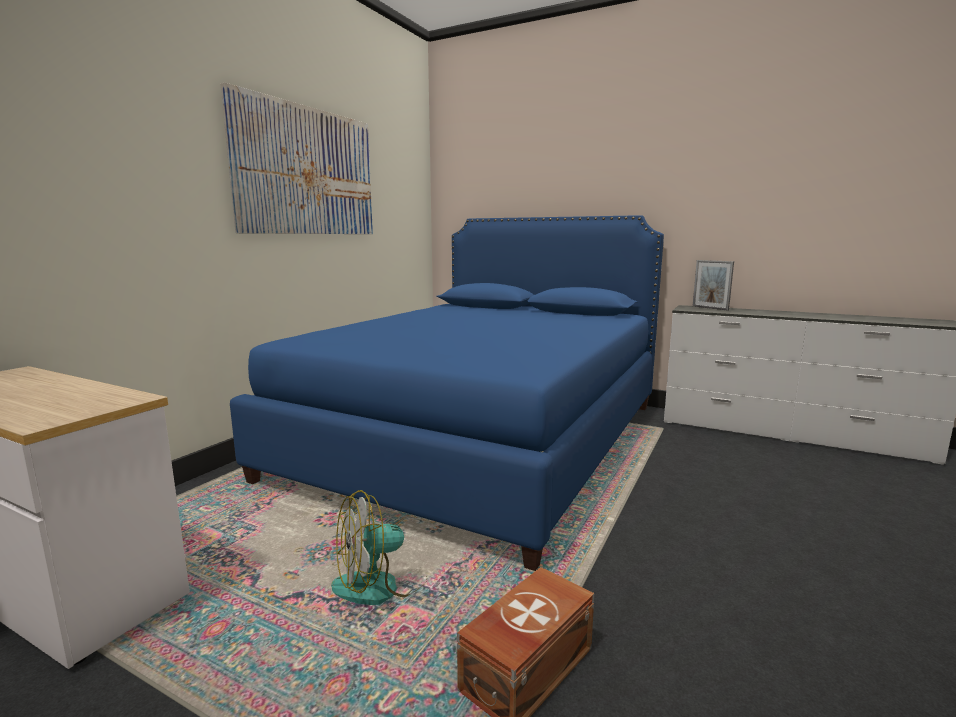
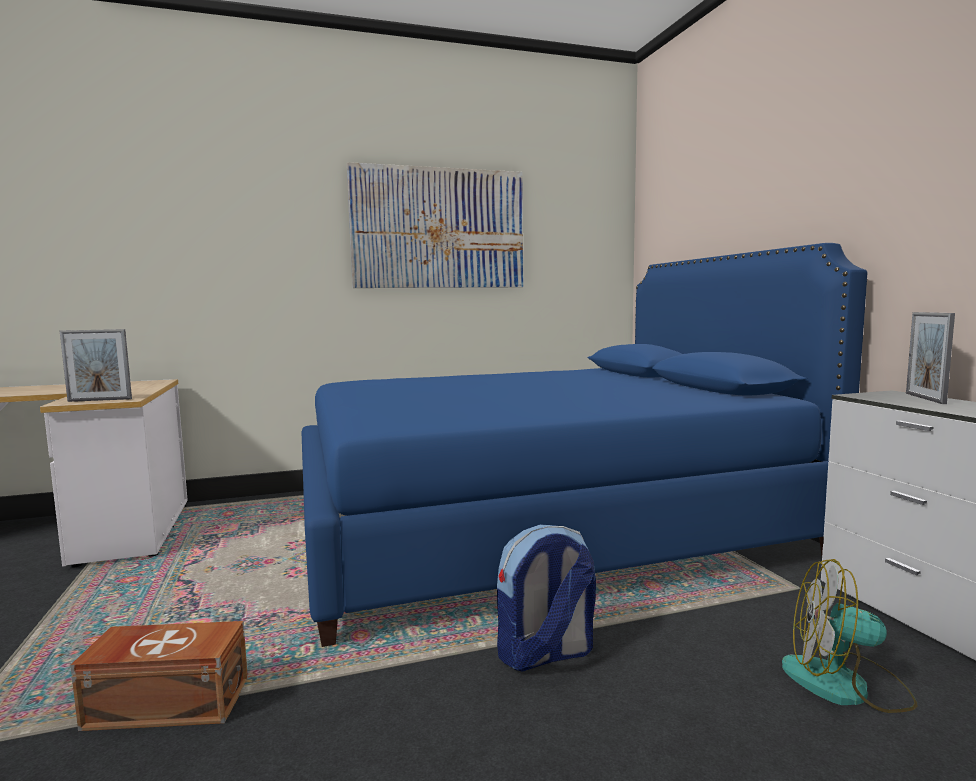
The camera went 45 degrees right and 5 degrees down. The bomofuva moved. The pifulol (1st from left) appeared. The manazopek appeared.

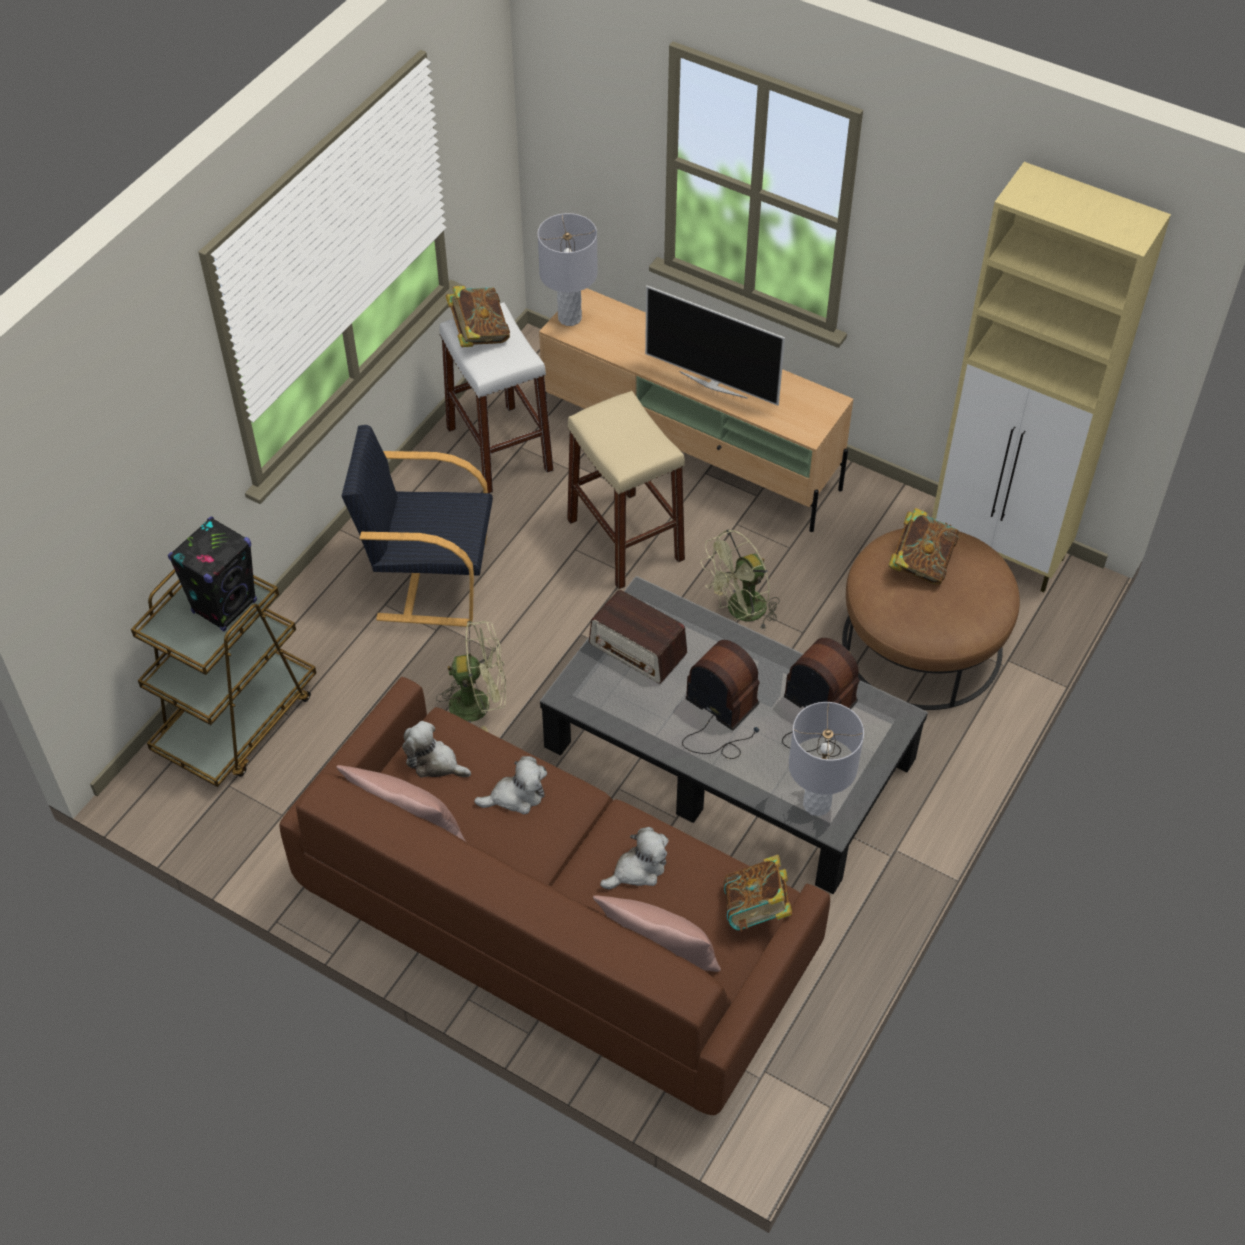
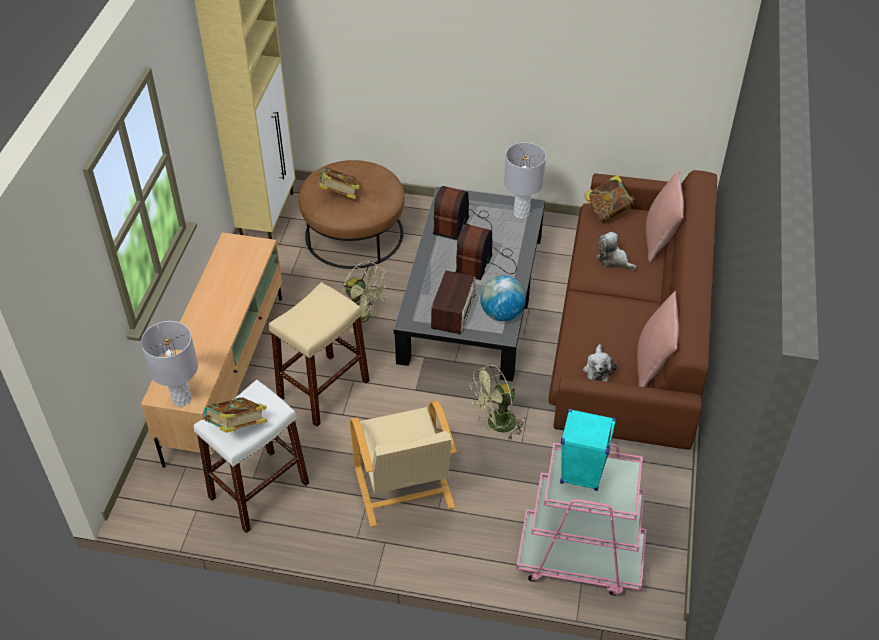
The camera went 110 degrees left and 5 degrees down. The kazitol disappeared. The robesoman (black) became the robesoman (beige). The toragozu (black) became the toragozu (turquoise). The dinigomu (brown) became the dinigomu (pink). The bomofuva (green) (1st from left in the first image) turned 90 degrees counterclockwise. The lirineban (2nd from left) disappeared. The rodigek appeared.

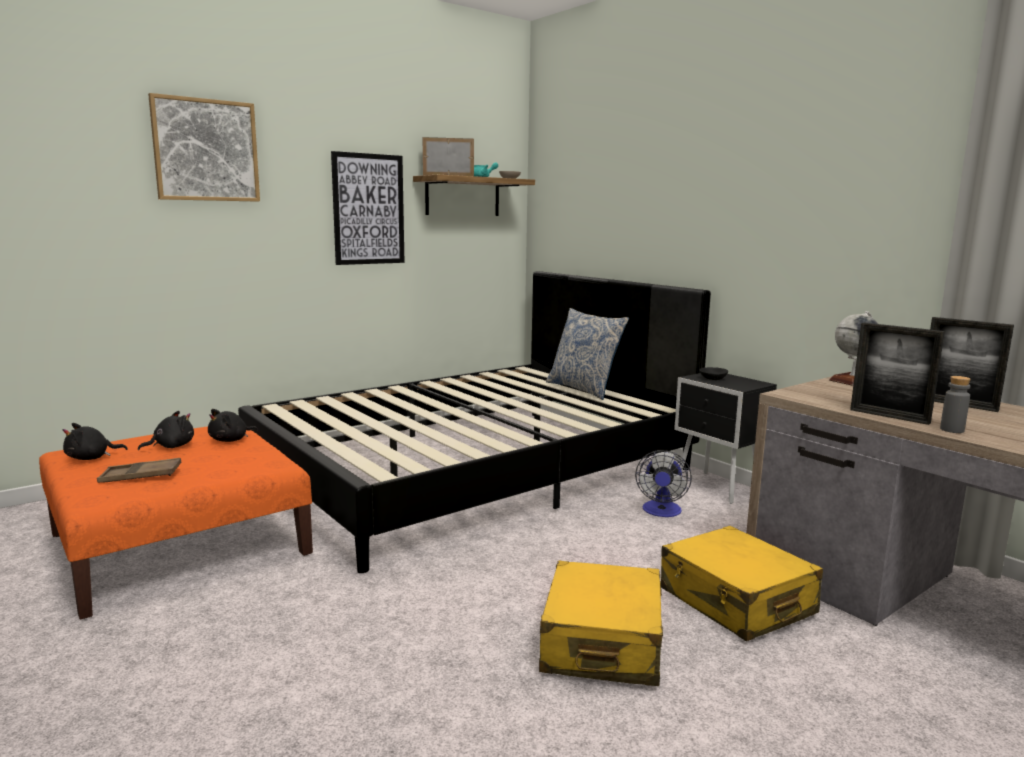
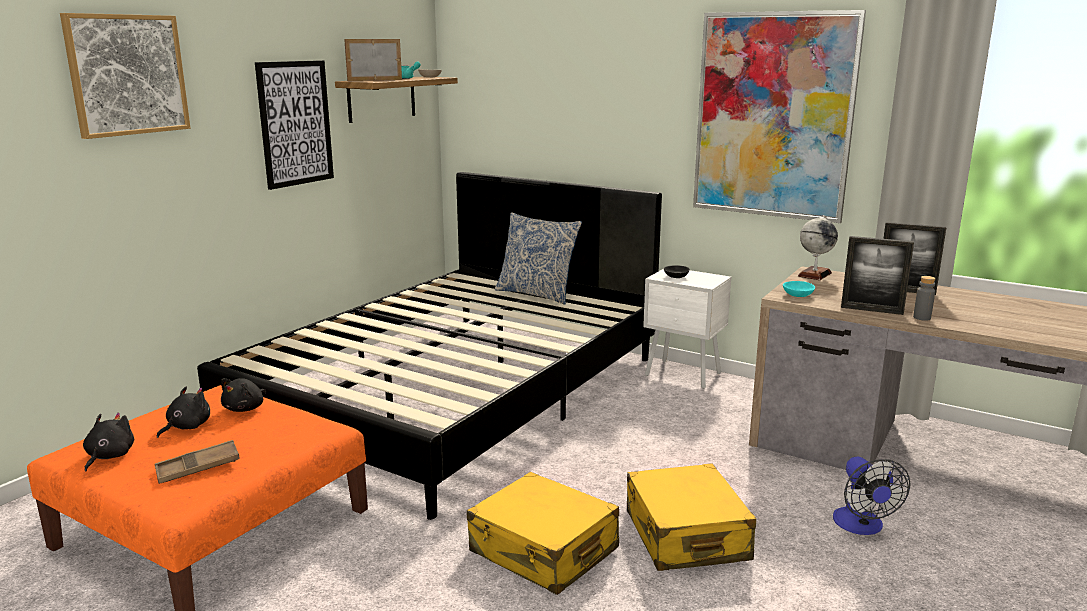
The camera went 20 degrees left and 5 degrees up. The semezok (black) became the semezok (white). The lirineban (black) (1st from left) turned 150 degrees clockwise. The bomofuva moved. The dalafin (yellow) (2nd from left in the first image) moved. The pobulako (3rd from left) appeared. The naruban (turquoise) appeared.

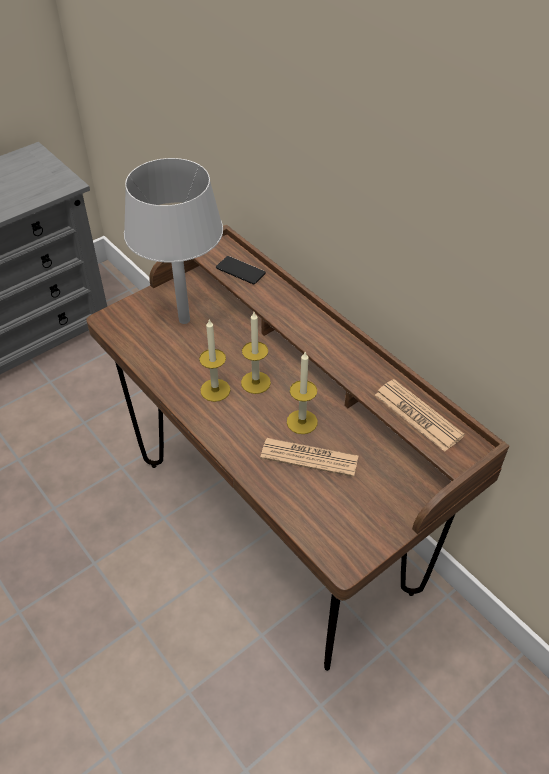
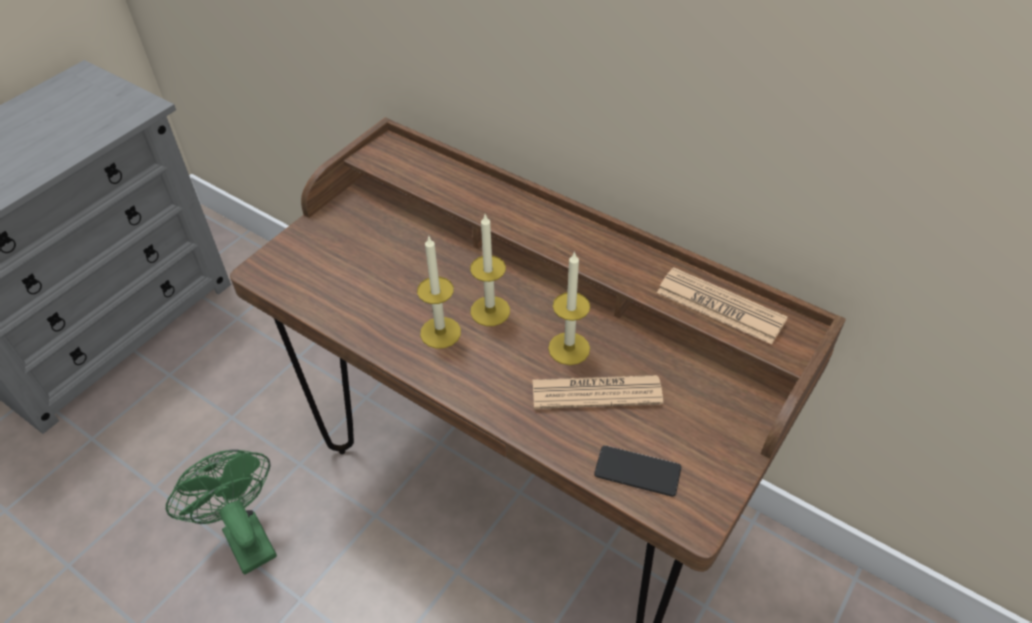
The camera went 15 degrees left and 0 degrees up. The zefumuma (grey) disappeared. The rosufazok moved. The bomofuva (green) appeared.

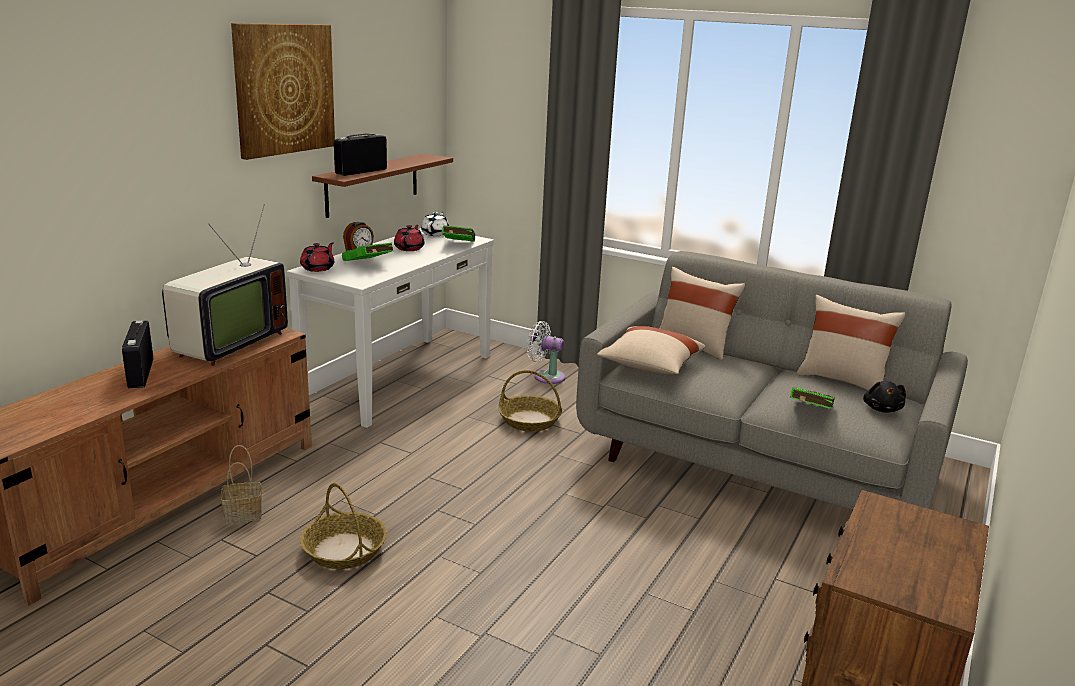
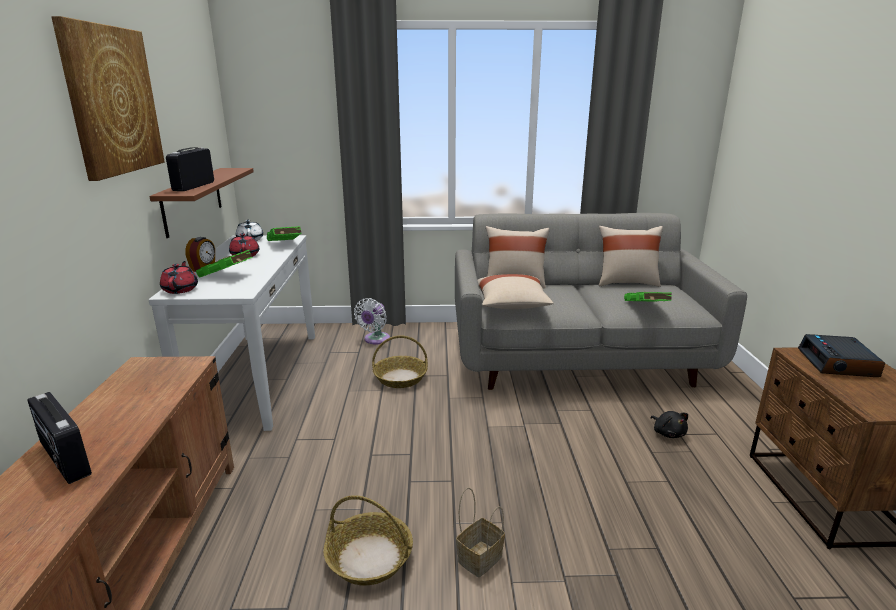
The camera went 30 degrees left and 0 degrees up. The kazitol disappeared. The bomofuva (white) turned 60 degrees counterclockwise. The lirineban (black) moved. The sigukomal (1st from left in the first image) moved. The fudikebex (2nd from left) appeared.

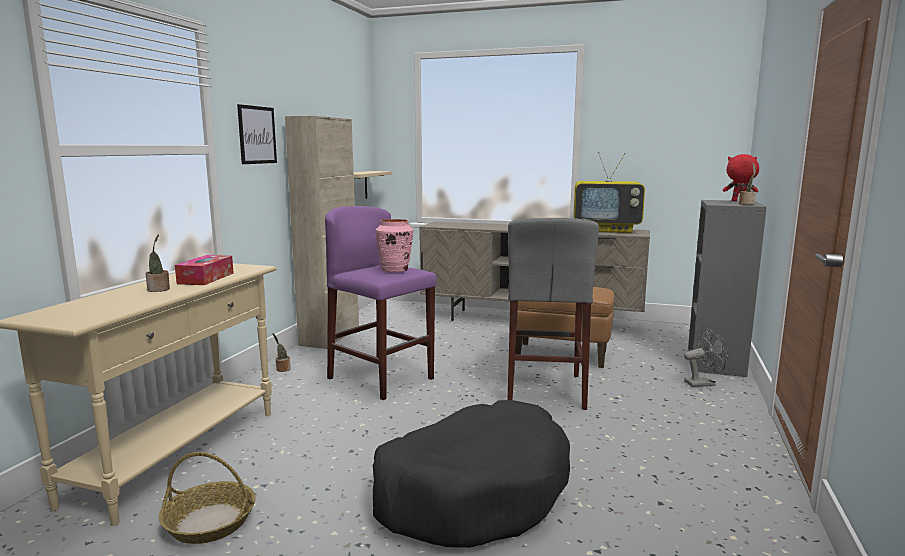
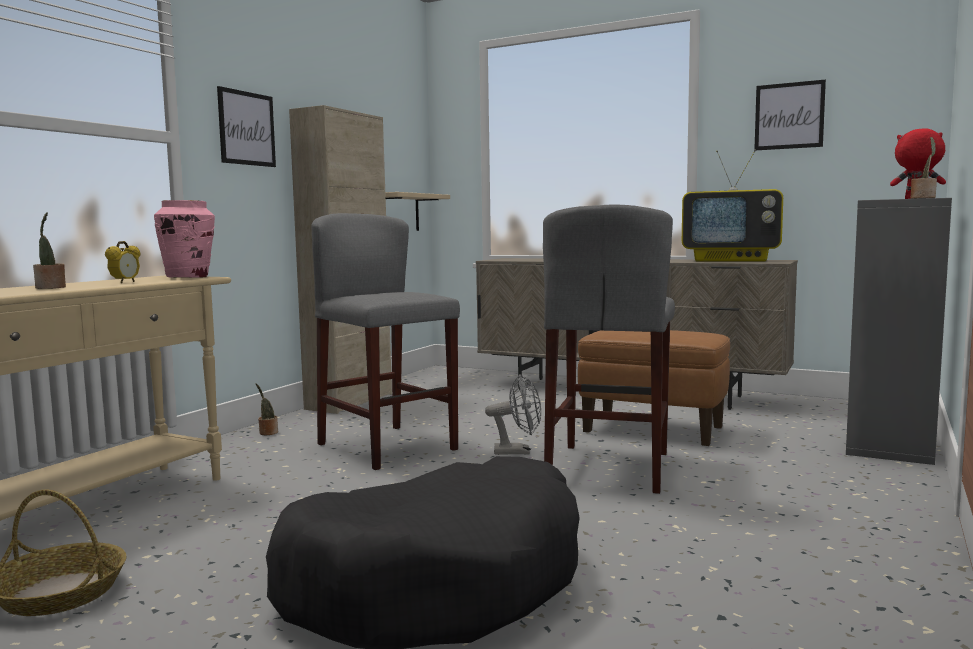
The camera went 10 degrees right and 5 degrees down. The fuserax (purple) became the fuserax (grey) (1st from left). The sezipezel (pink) moved. The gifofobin was replaced by the fudikebex. The bomofuva (grey) moved. The pobulako (2nd from left) appeared.

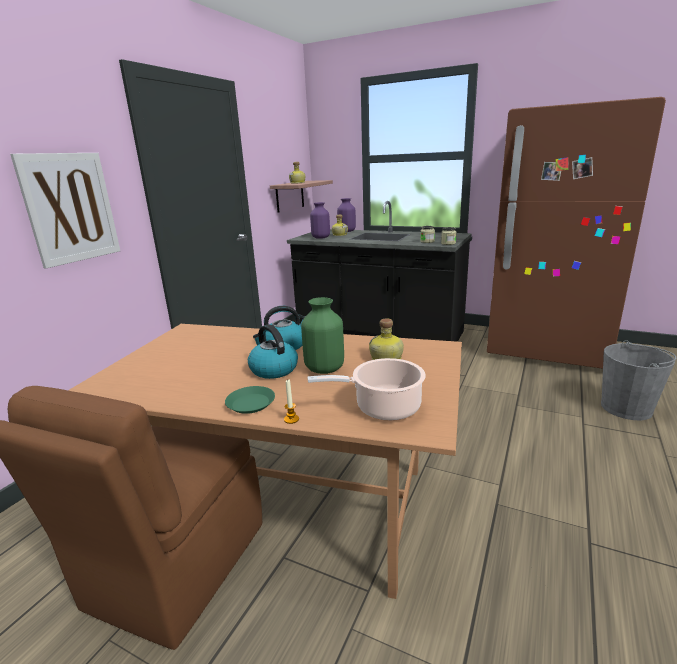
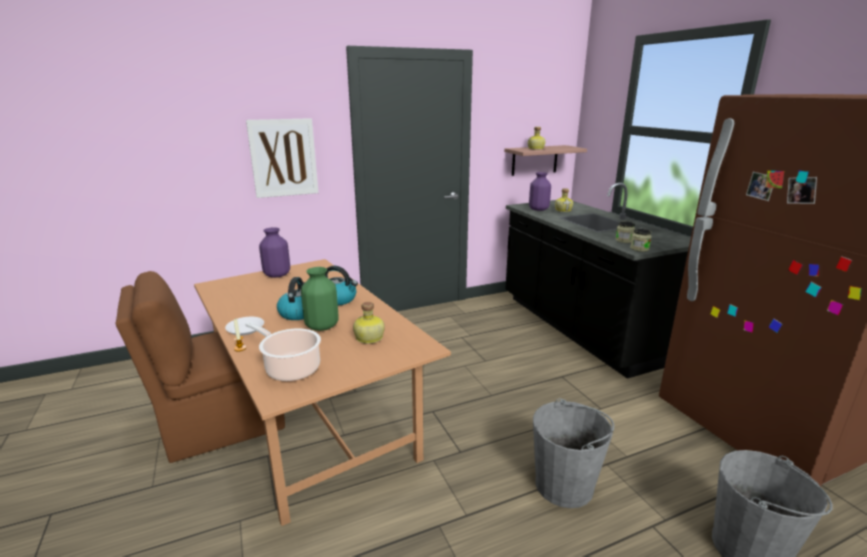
The camera went 40 degrees right and 0 degrees up. The sezipezel (purple) (2nd from left in the first image) moved. The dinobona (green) became the dinobona (white). The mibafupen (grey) (1st from left) appeared.

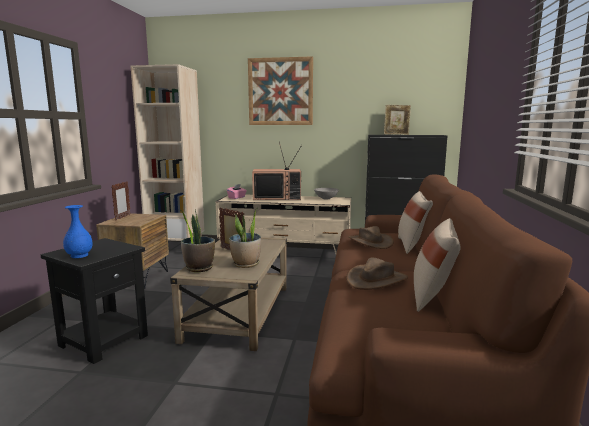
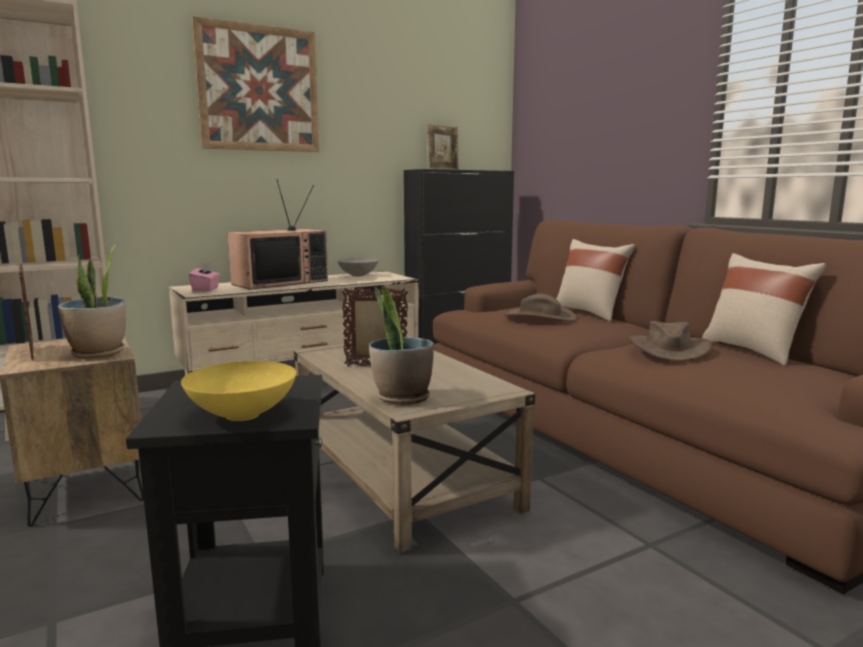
The camera went 40 degrees left and 0 degrees up. The sezipezel (blue) was replaced by the naruban (yellow). The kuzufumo (2nd from left in the first image) moved.

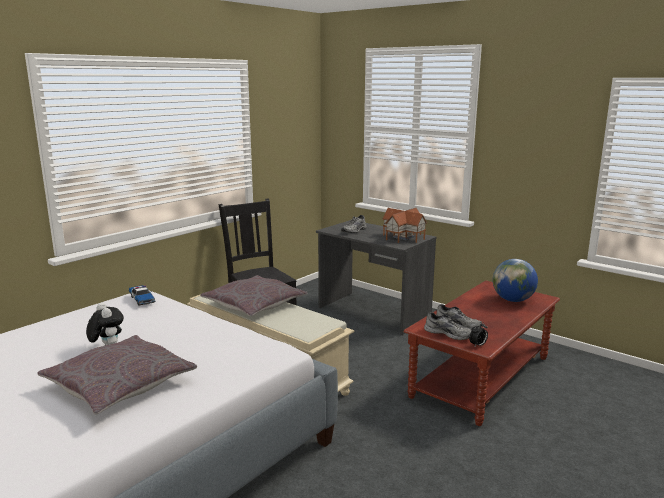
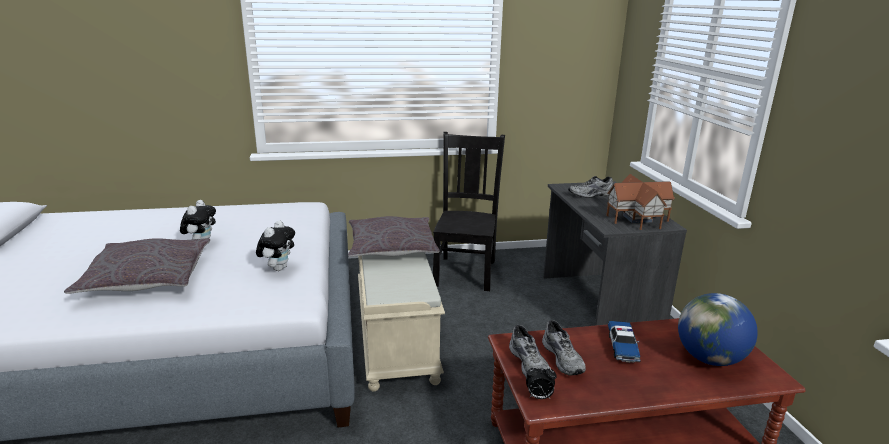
The camera went 40 degrees right and 5 degrees up. The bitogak moved. The lirineban (2nd from left) appeared.

